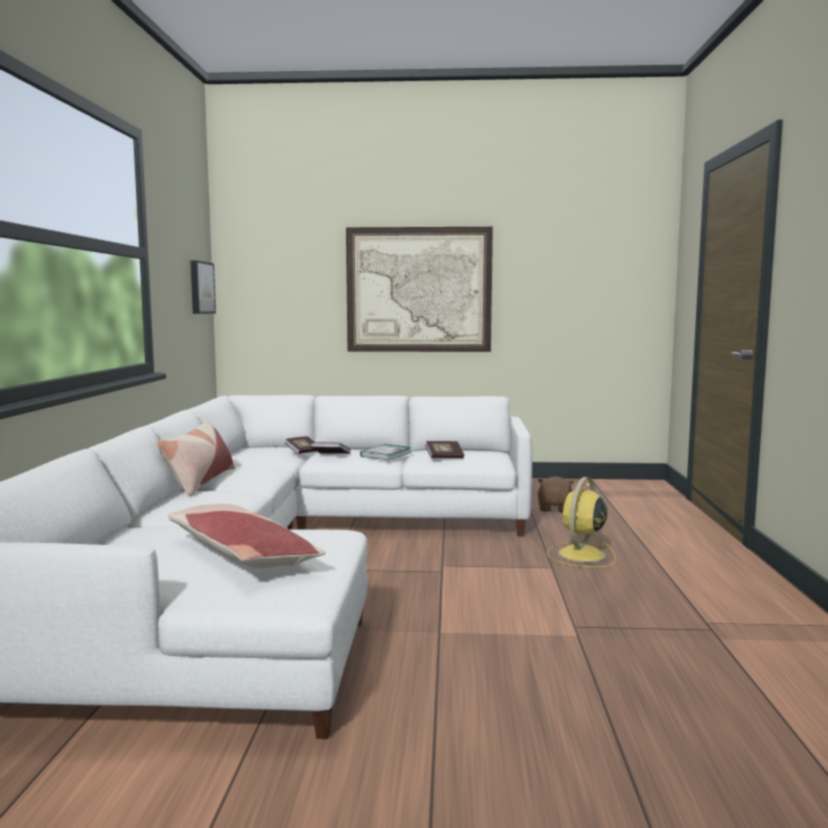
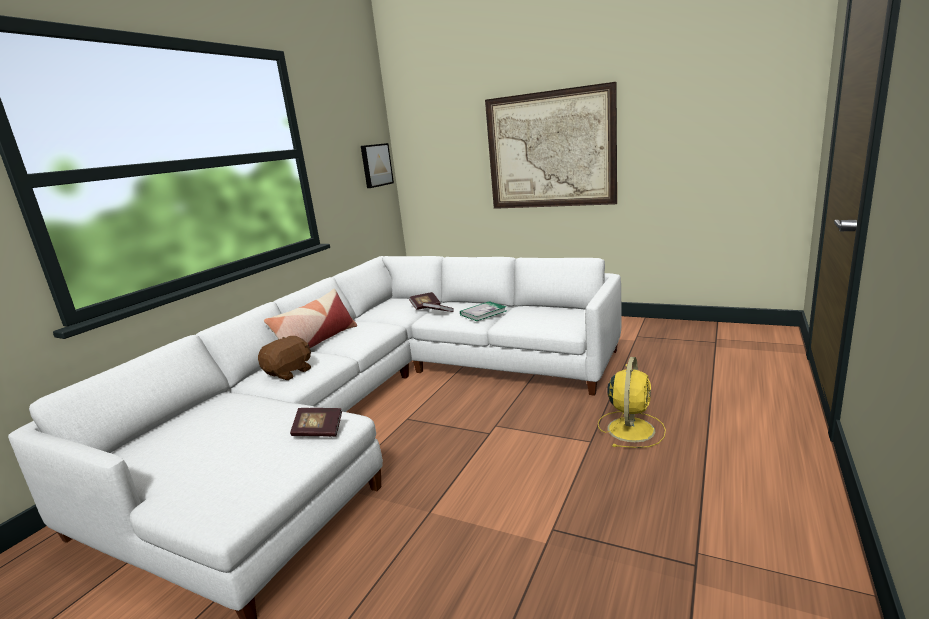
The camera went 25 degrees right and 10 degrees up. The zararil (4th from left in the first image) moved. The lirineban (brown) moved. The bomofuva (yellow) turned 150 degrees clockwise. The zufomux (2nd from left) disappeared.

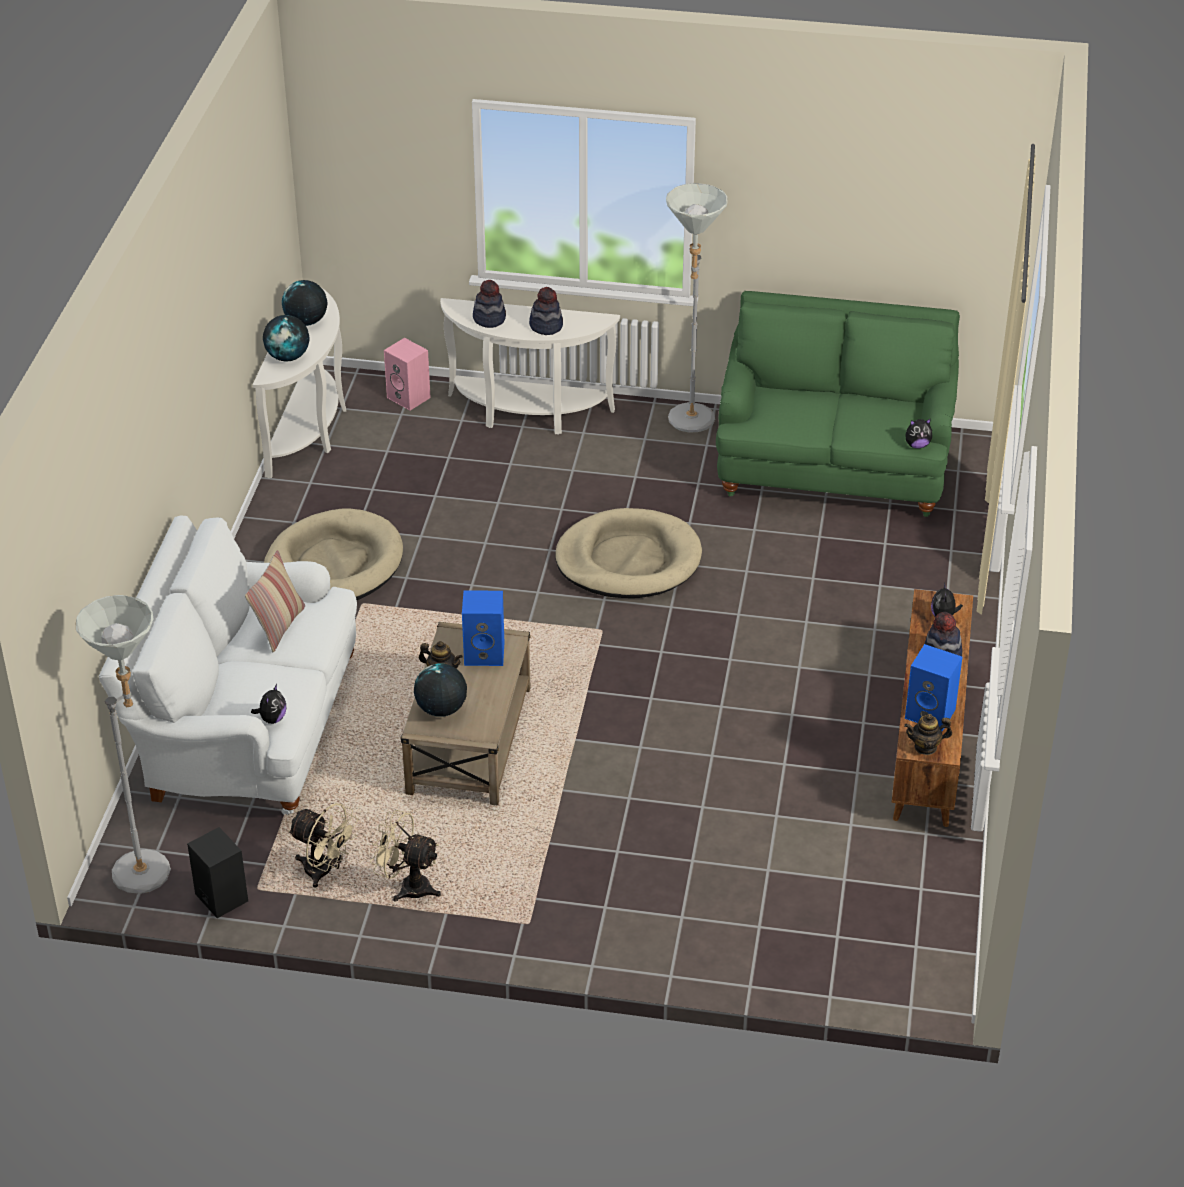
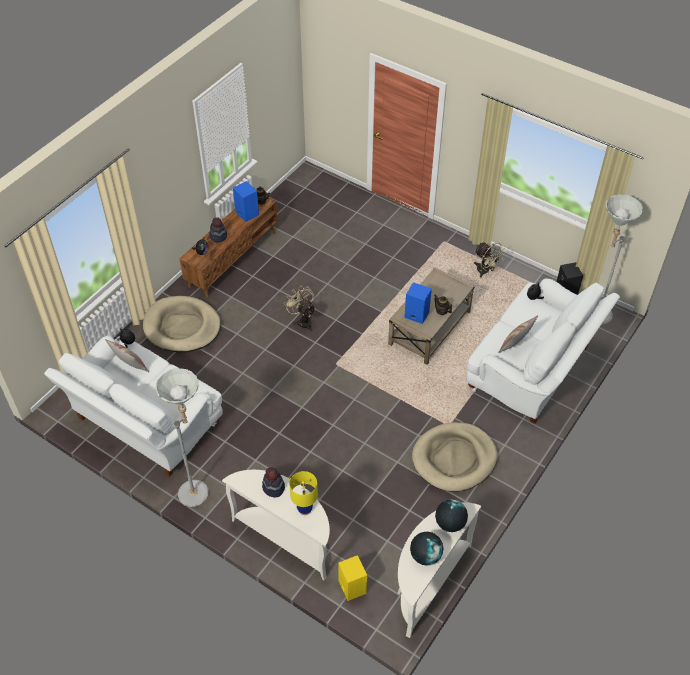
The camera went 155 degrees left and 10 degrees up. The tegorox (1st from left) was replaced by the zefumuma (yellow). The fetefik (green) became the fetefik (white) (1st from left). The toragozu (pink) became the toragozu (yellow). The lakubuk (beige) (2nd from left in the first image) moved. The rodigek (3rd from left) disappeared. The bomofuva (beige) (1st from left) moved. The zufomux (1st from left) appeared.

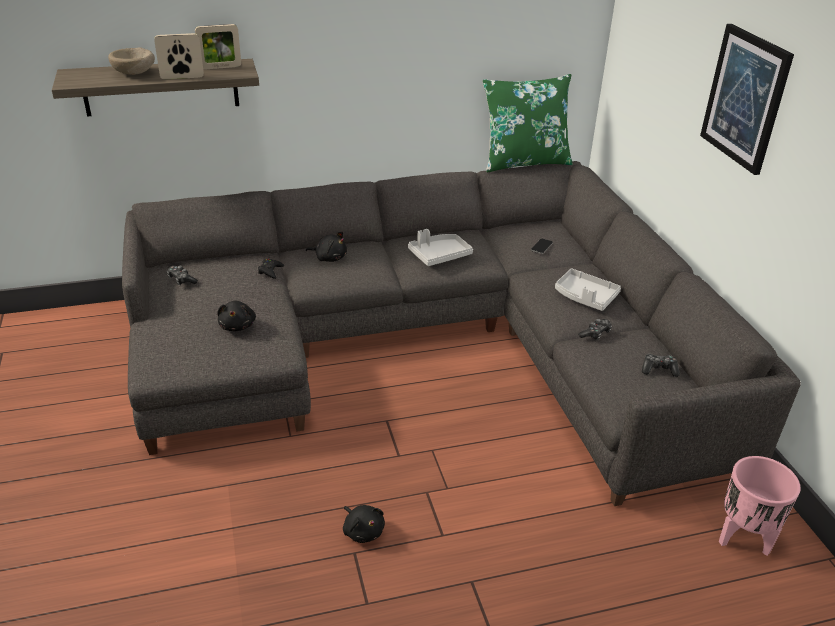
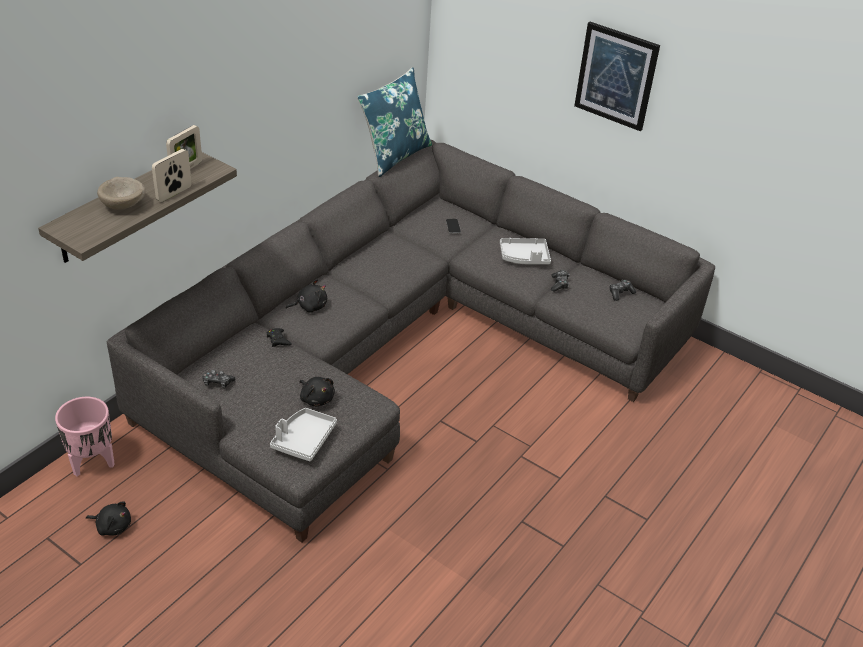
The camera went 40 degrees left and 5 degrees up. The zufomux (green) became the zufomux (blue). The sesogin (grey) (1st from left) moved. The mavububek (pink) moved. The lirineban (black) (3rd from left in the first image) moved.

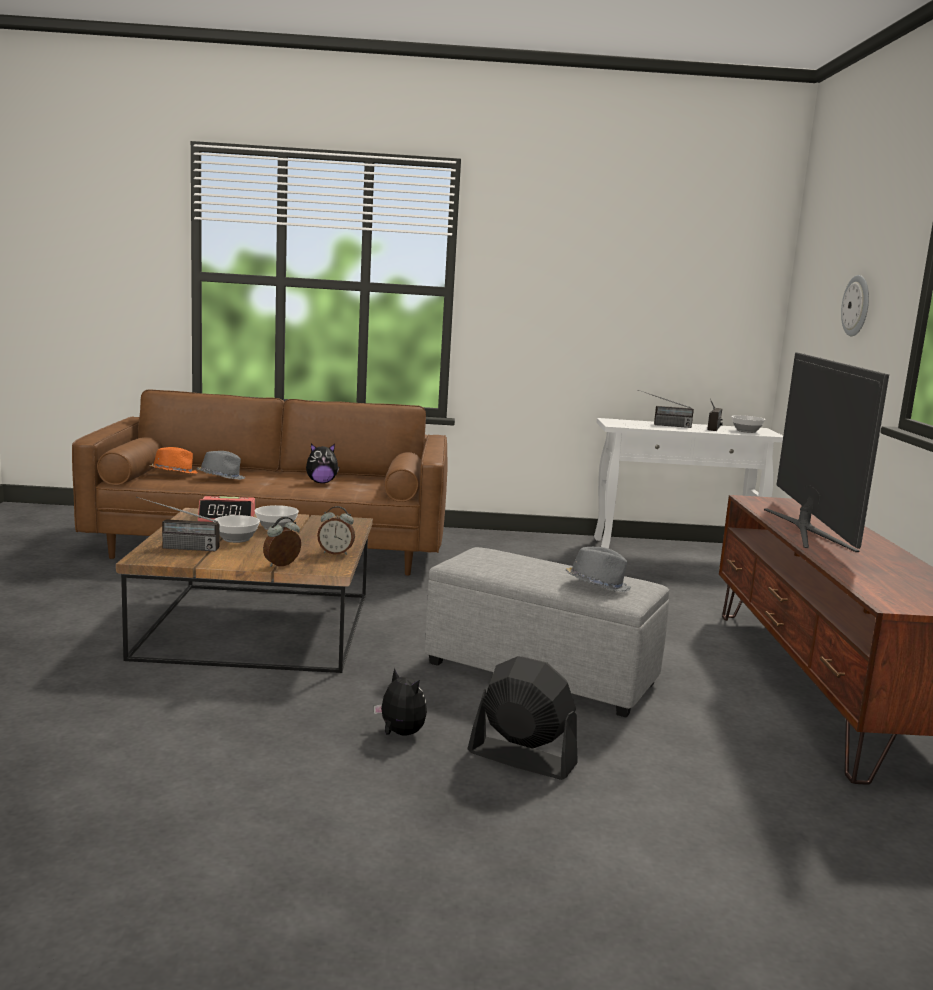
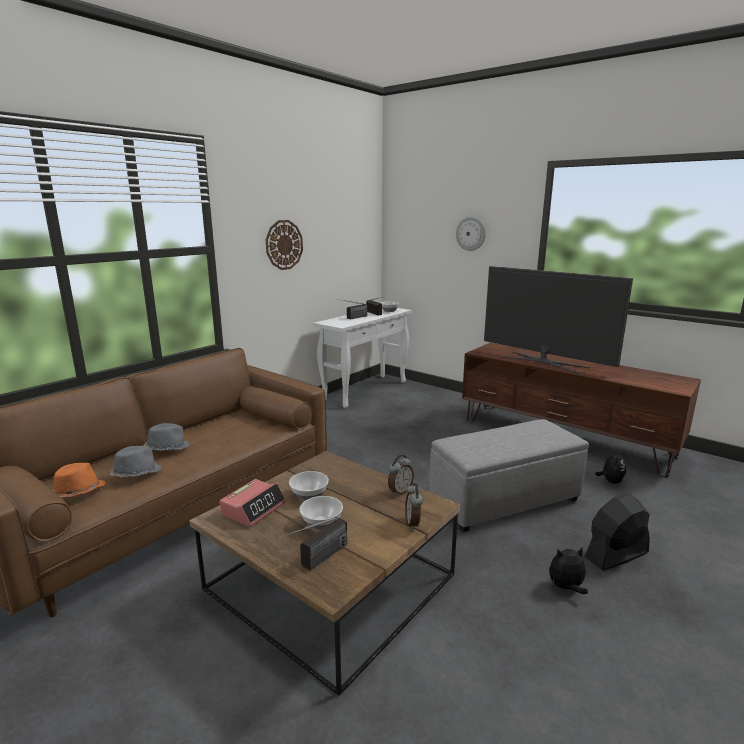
The camera went 50 degrees left and 5 degrees up. The lirineban (1st from left in the first image) moved. The tegorox (grey) (2nd from left) moved. The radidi (1st from left) appeared.

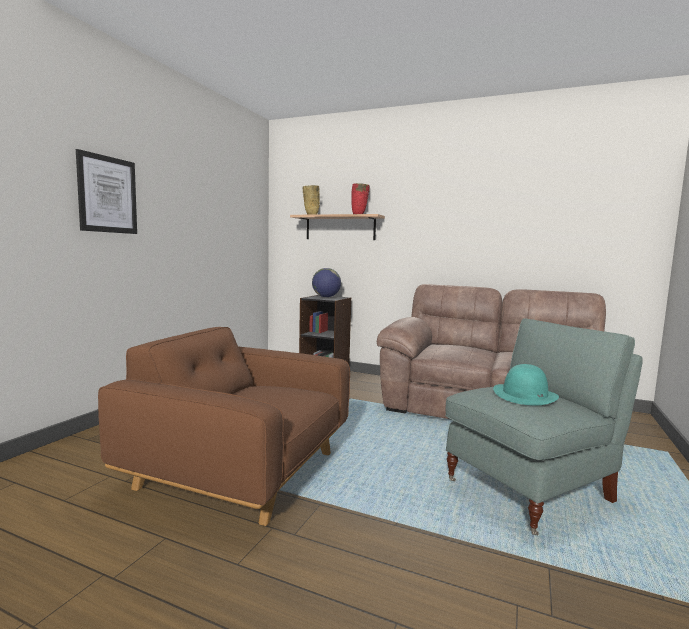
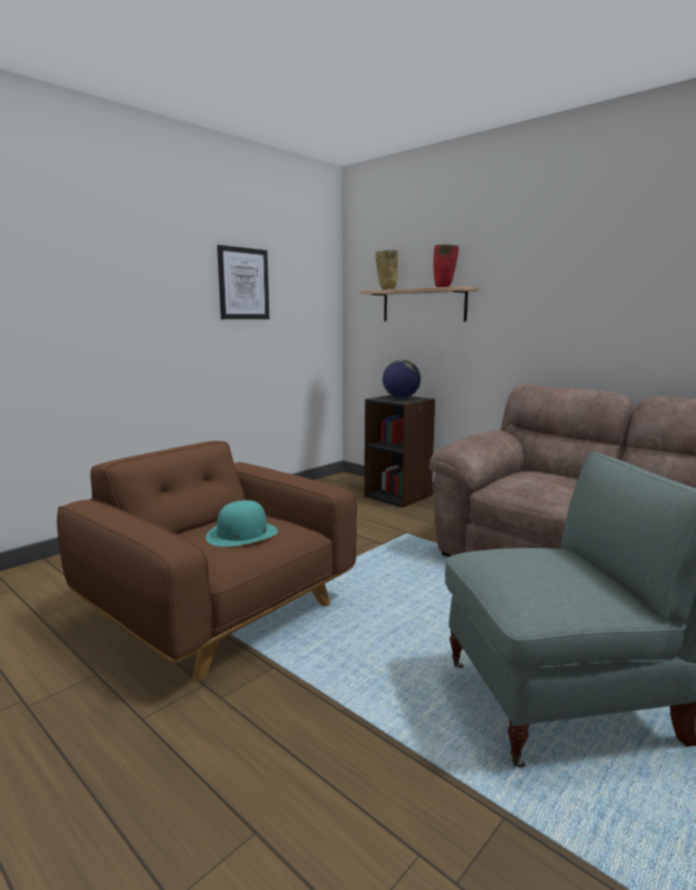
The camera went 20 degrees right and 5 degrees up. The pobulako moved. The tegorox (turquoise) moved.

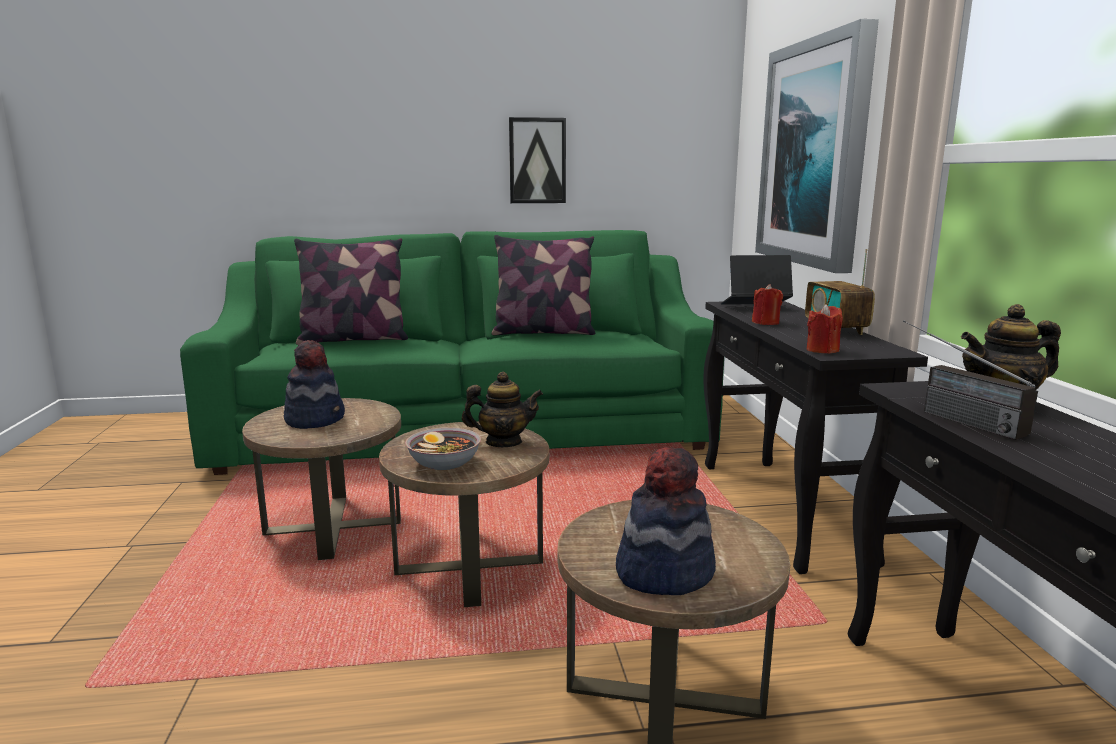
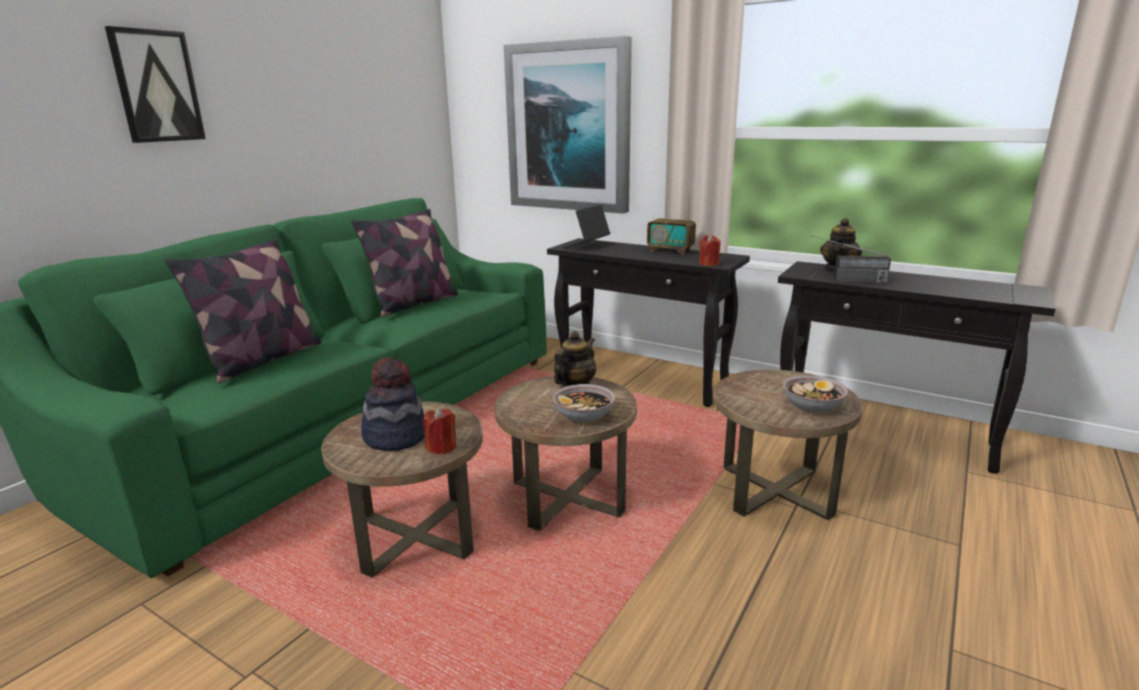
The camera went 50 degrees left and 5 degrees up. The pobulako (1st from left) moved. The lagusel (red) (1st from left) moved. The tegorox (2nd from left) was replaced by the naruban (2nd from left).

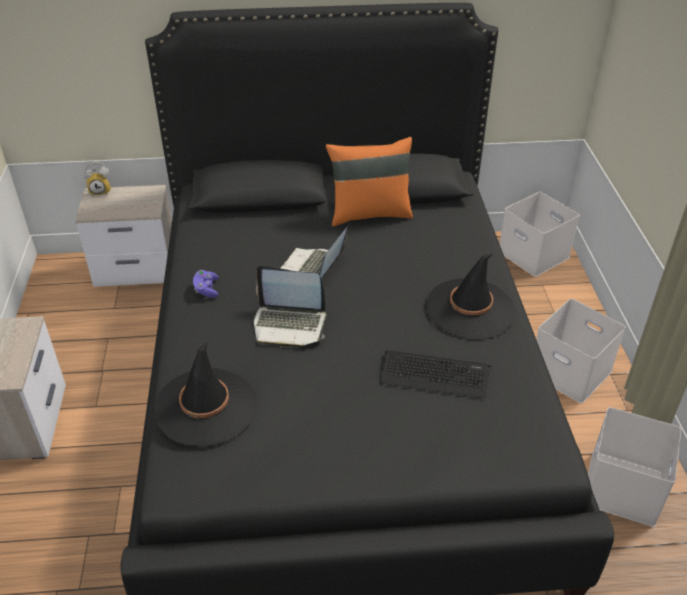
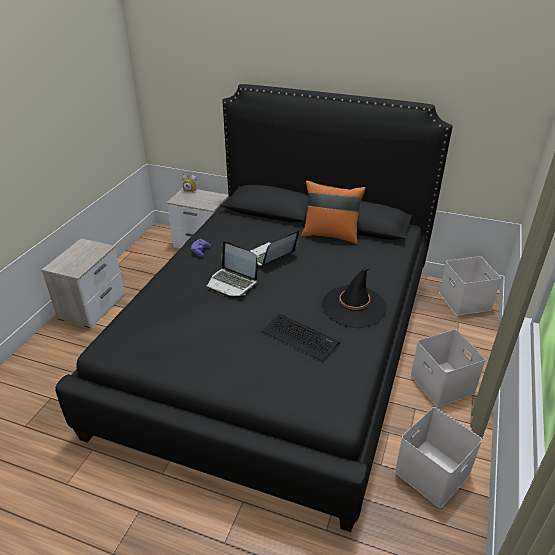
The camera went 25 degrees right and 5 degrees down. The tegorox (black) (1st from left) disappeared.

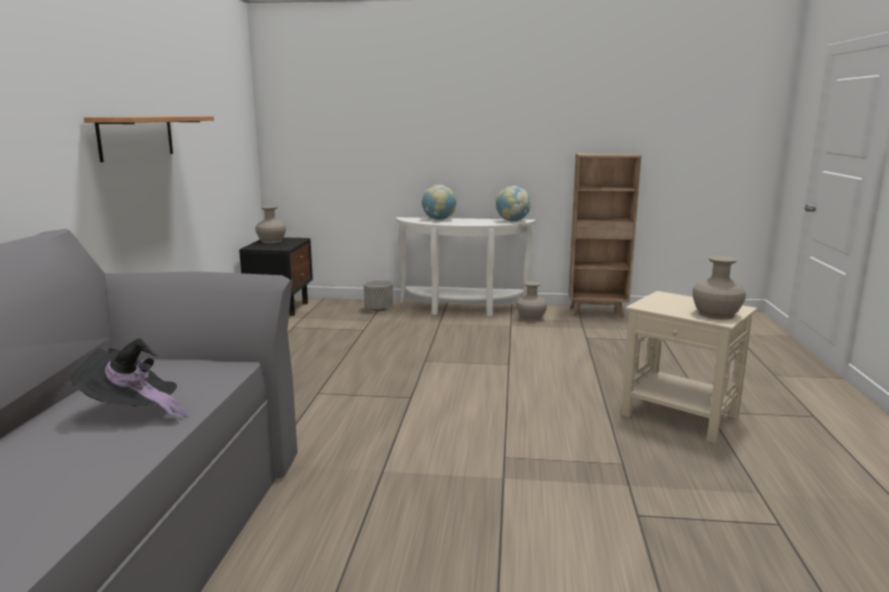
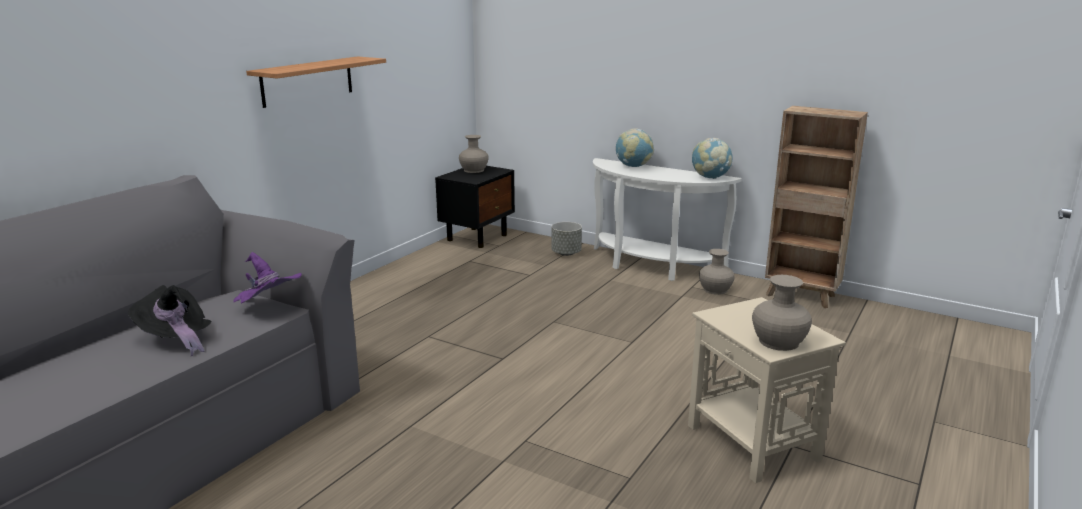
The camera went 25 degrees right and 5 degrees up. The tegorox (purple) appeared.

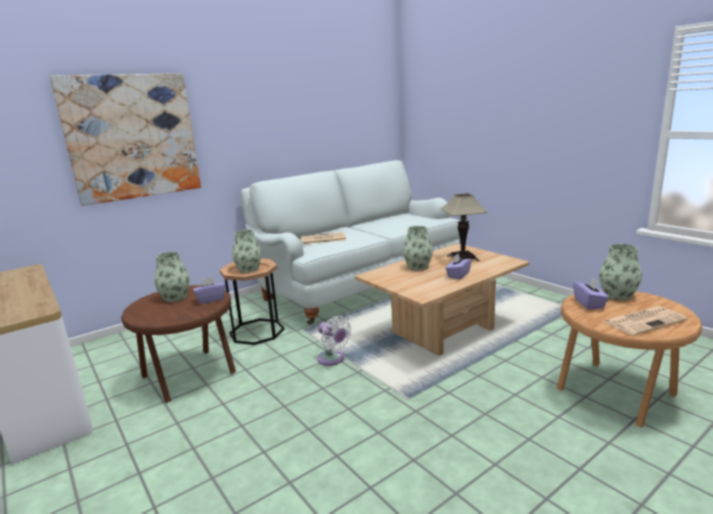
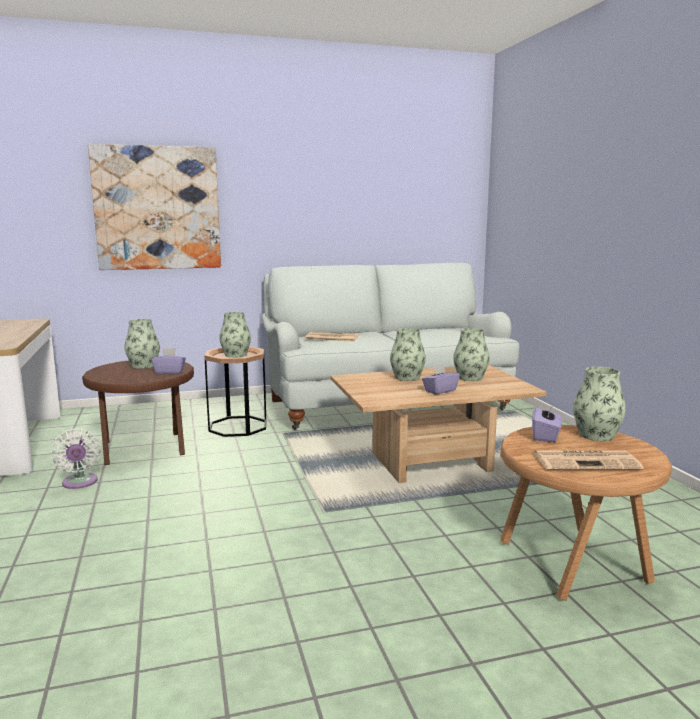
The camera went 20 degrees right and 5 degrees down. The zefumuma was replaced by the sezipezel (4th from left). The bomofuva (white) moved.

